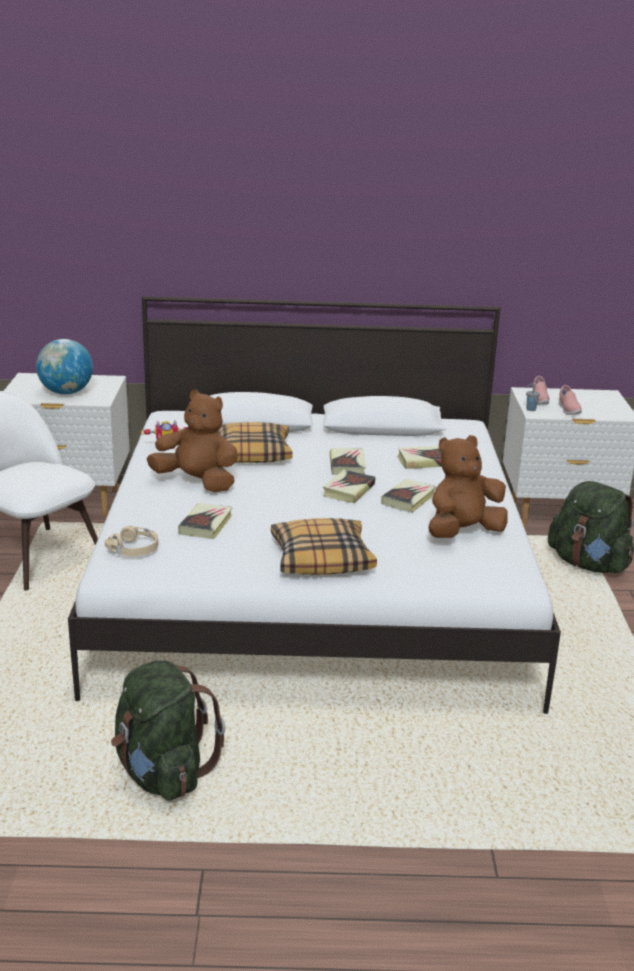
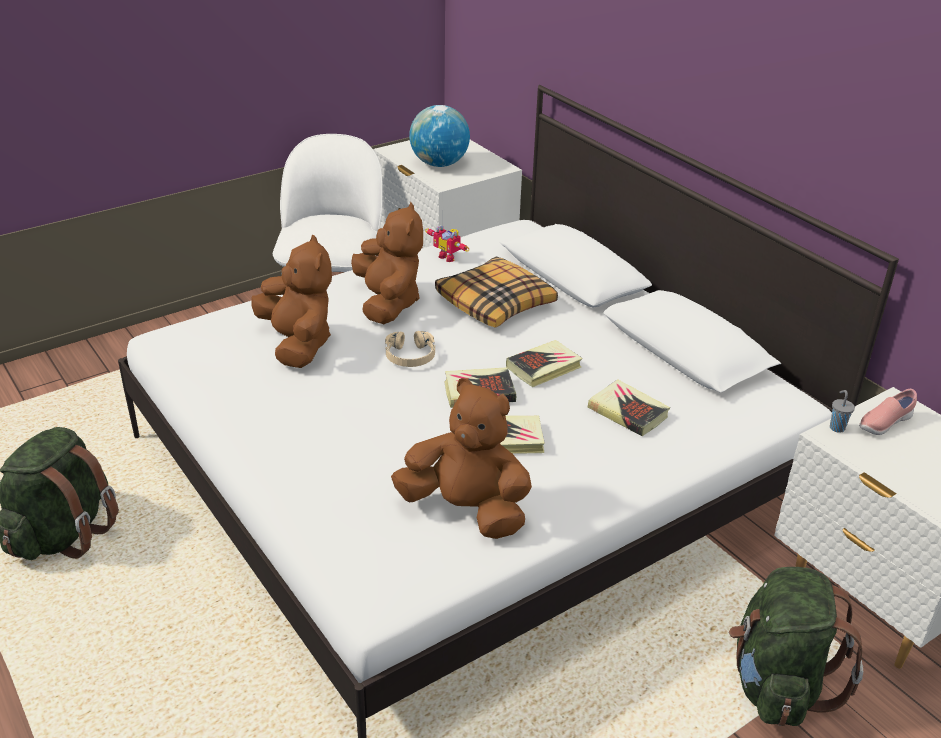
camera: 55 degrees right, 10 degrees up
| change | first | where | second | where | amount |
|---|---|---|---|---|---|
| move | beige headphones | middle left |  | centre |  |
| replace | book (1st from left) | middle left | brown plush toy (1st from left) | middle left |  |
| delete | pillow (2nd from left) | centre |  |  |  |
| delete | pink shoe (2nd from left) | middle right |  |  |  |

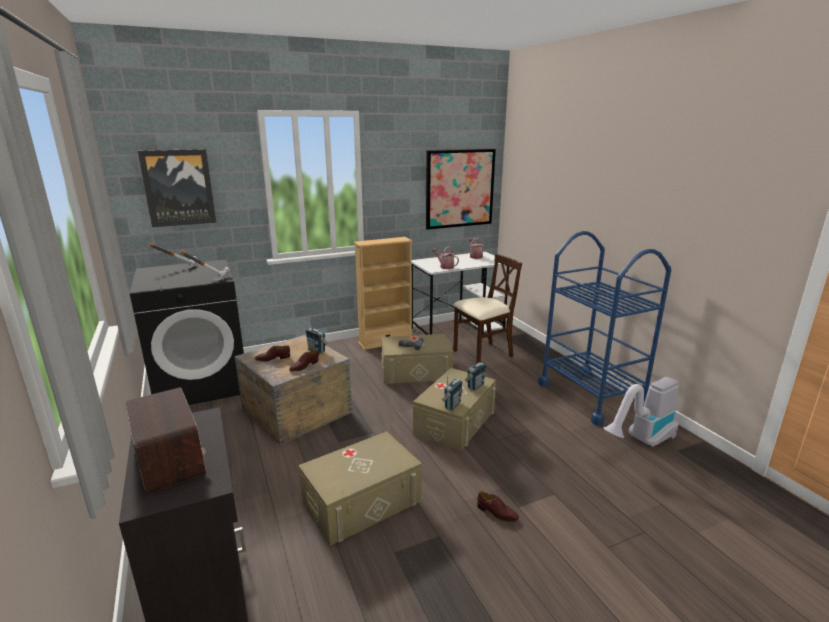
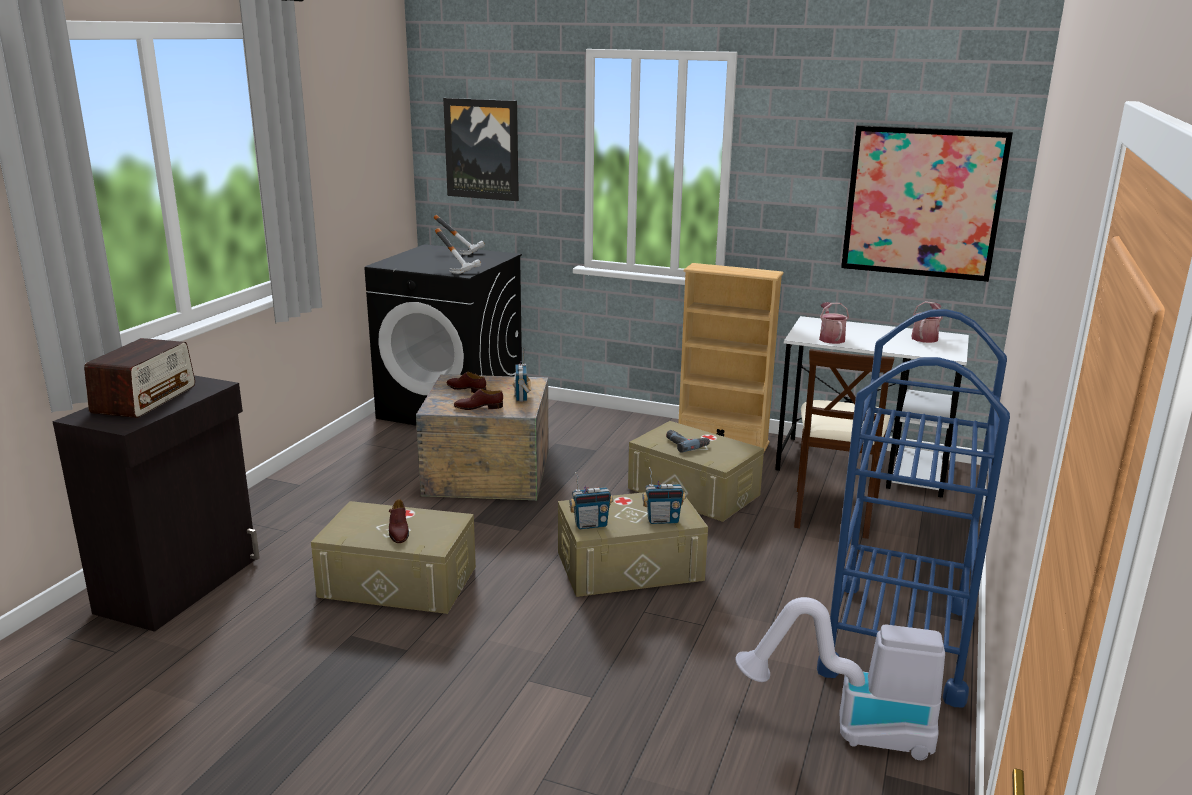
camera: 45 degrees right, 0 degrees up
| change | first | where | second | where | amount |
|---|---|---|---|---|---|
| rotate | beige chair | centre |  | middle right | 90 degrees clockwise |
| move | brown shoe (3rd from left in the first image) | bottom centre | brown shoe (1st from left) | centre |  |

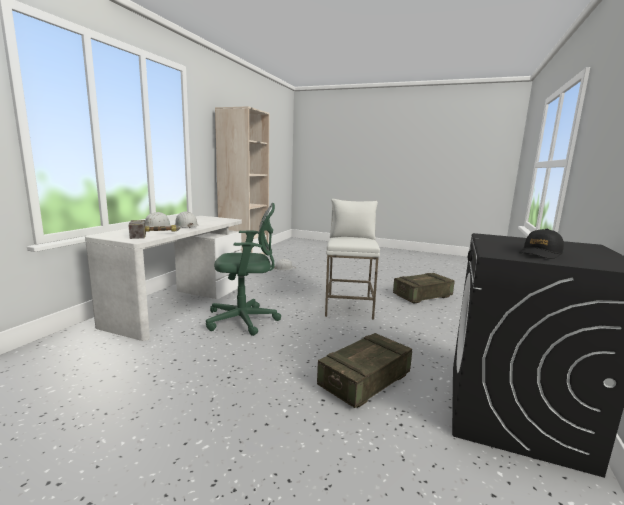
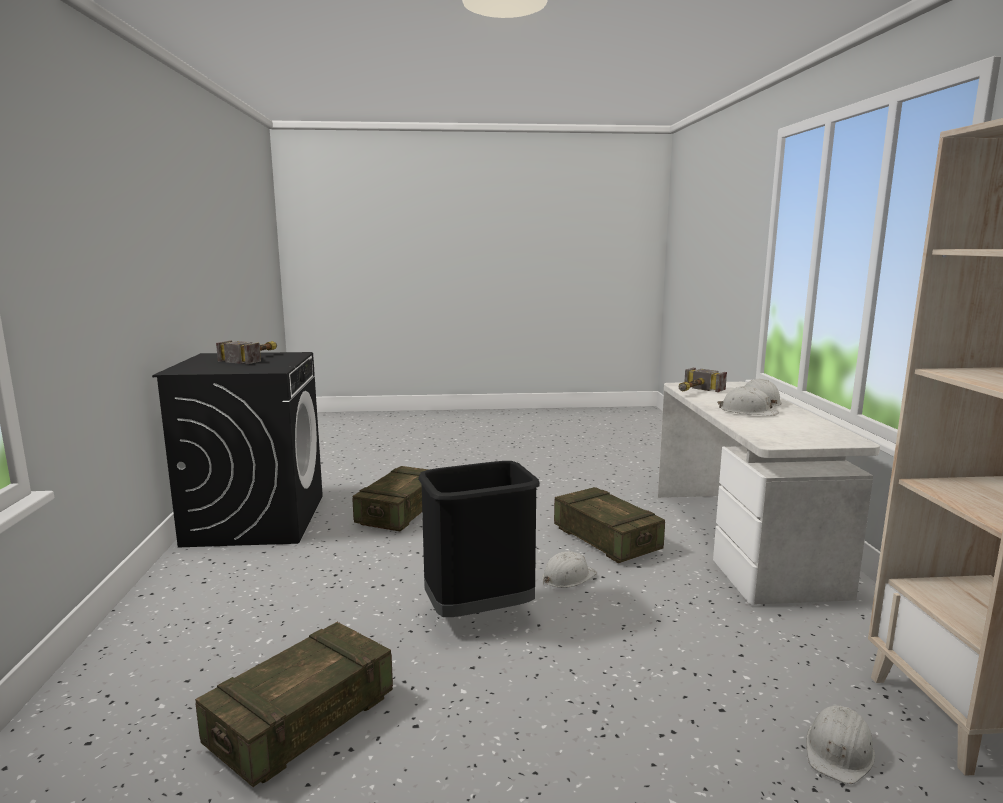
camera: 155 degrees right, 0 degrees up
| change | first | where | second | where | amount |
|---|---|---|---|---|---|
| replace | green office chair | centre | crate (3rd from left) | centre |  |
| replace | white stool | centre | black trash can | bottom centre |  |
| replace | black cap | middle right | hammer (1st from left) | middle left |  |
| insert |  |  | white hard hat (1st from left) | bottom centre |  |

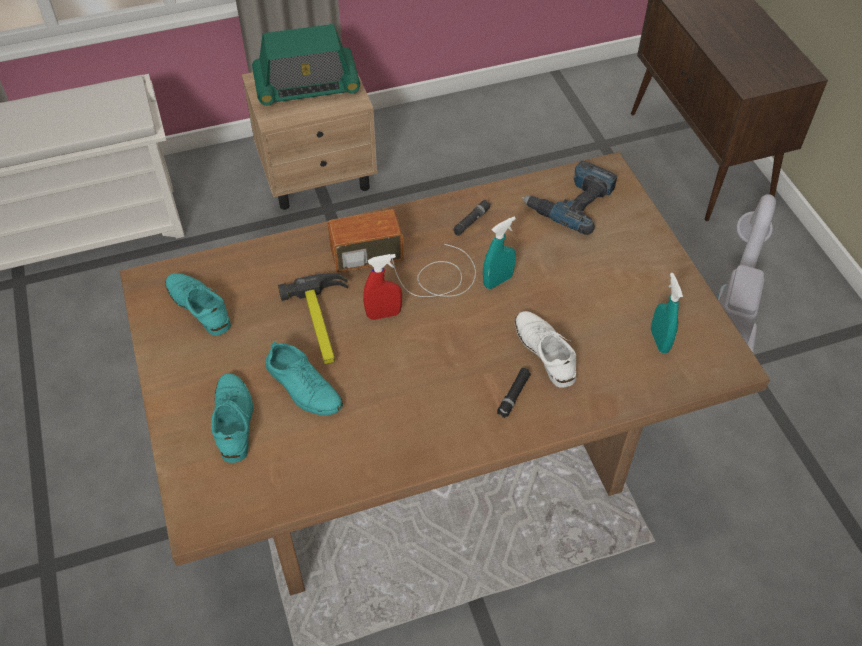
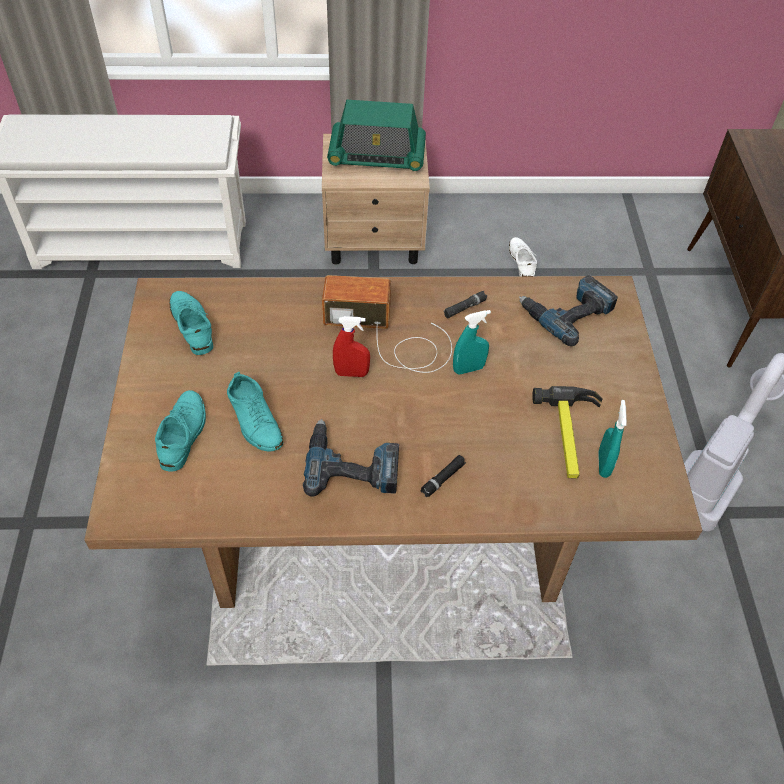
camera: 15 degrees right, 0 degrees up
| change | first | where | second | where | amount |
|---|---|---|---|---|---|
| move | hammer | centre |  | middle right |  |
| move | white shoe | centre |  | top right |  |
| insert |  |  | power drill (1st from left) | centre |  |

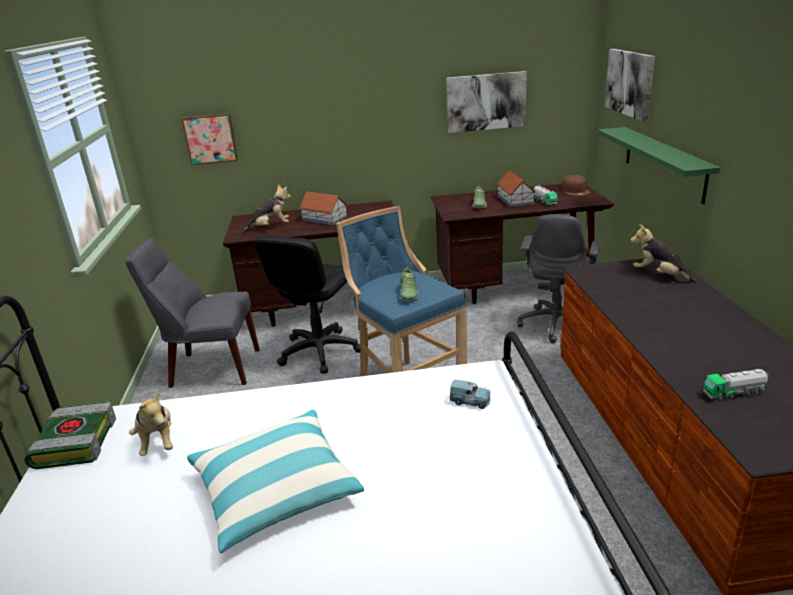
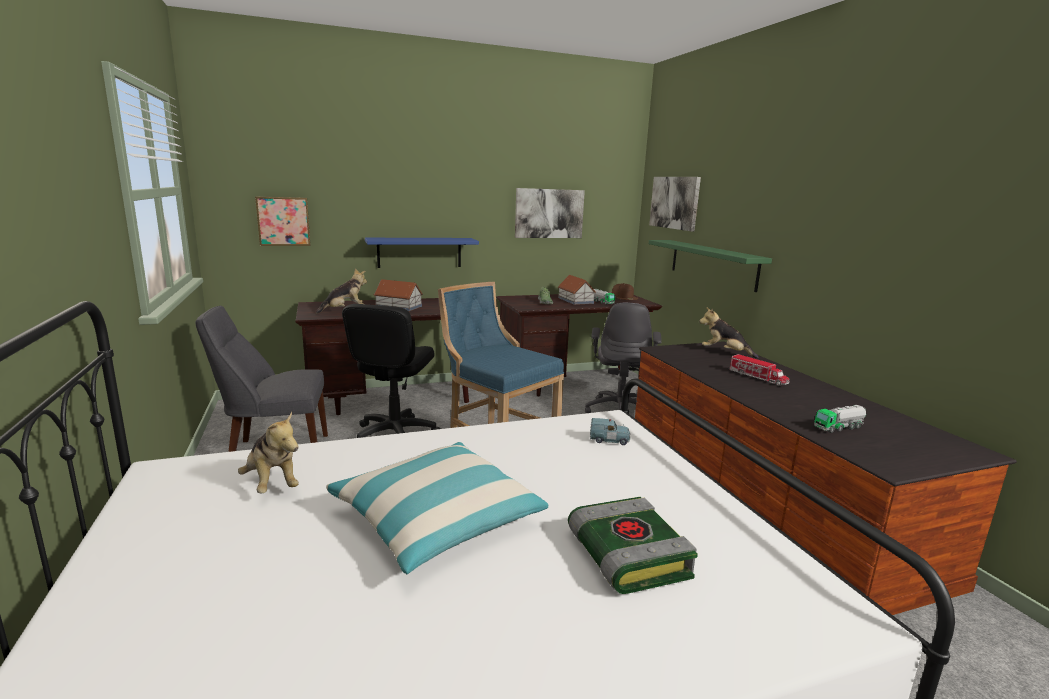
camera: 15 degrees left, 10 degrees down
| change | first | where | second | where | amount |
|---|---|---|---|---|---|
| move | book | bottom left |  | bottom centre |  |
| delete | shoe (1st from left) | centre |  |  |  |
| insert |  |  | blue shelf | centre |  |
| insert |  |  | toy truck (2nd from left) | middle right |  |

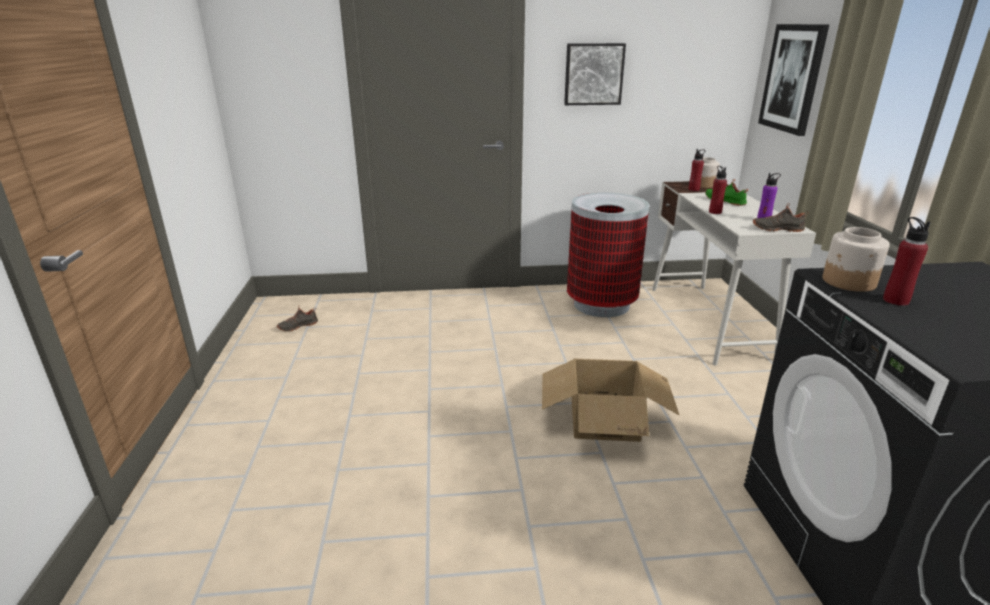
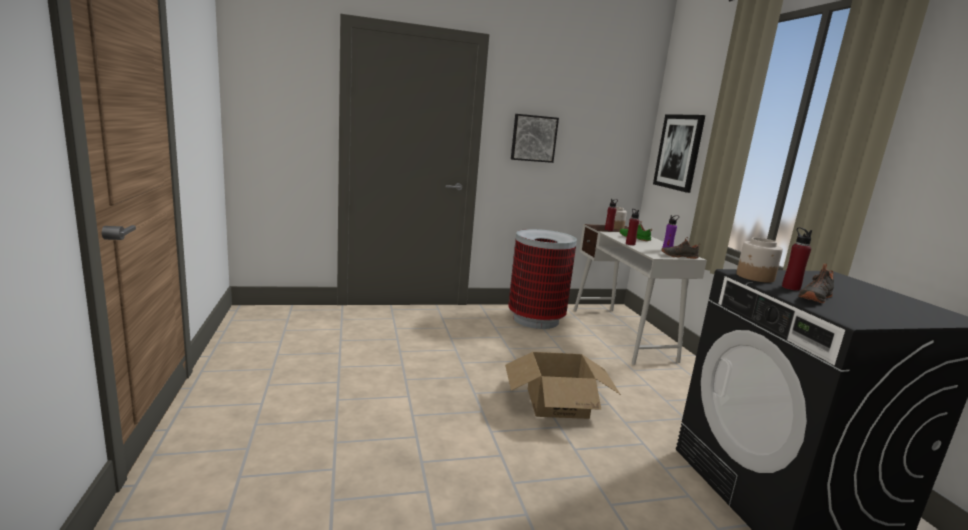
camera: 10 degrees left, 10 degrees down
| change | first | where | second | where | amount |
|---|---|---|---|---|---|
| move | black shoe (1st from left in the first image) | middle left | black shoe (2nd from left) | middle right |  |

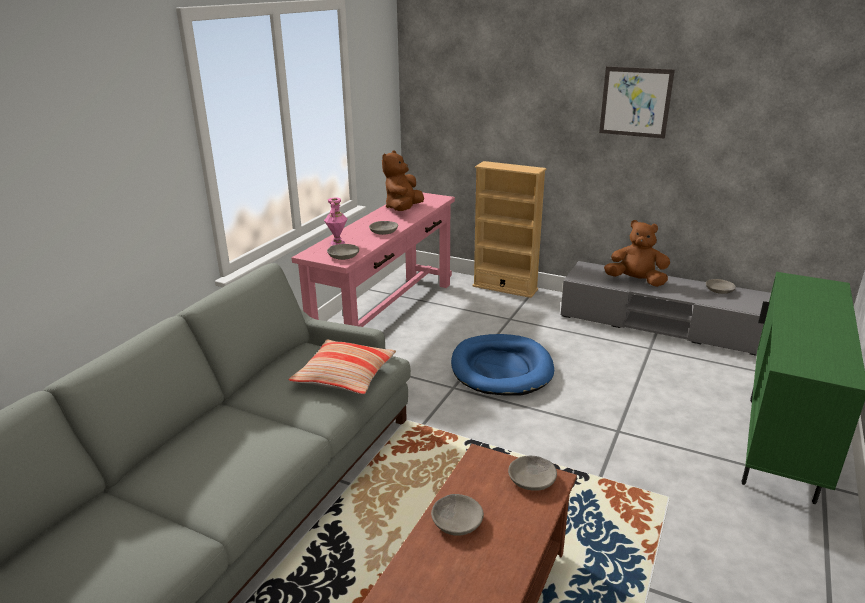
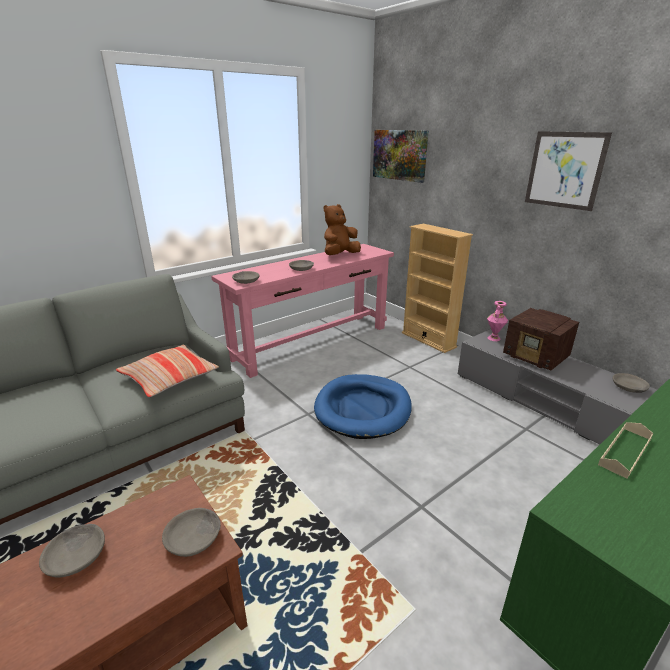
camera: 25 degrees right, 0 degrees up
| change | first | where | second | where | amount |
|---|---|---|---|---|---|
| move | pink vase | centre |  | middle right |  |
| replace | brown plush toy (2nd from left) | middle right | radio | middle right |  |
| insert |  |  | picture (1st from left) | top centre |  |
| insert |  |  | beige tray | bottom right |  |

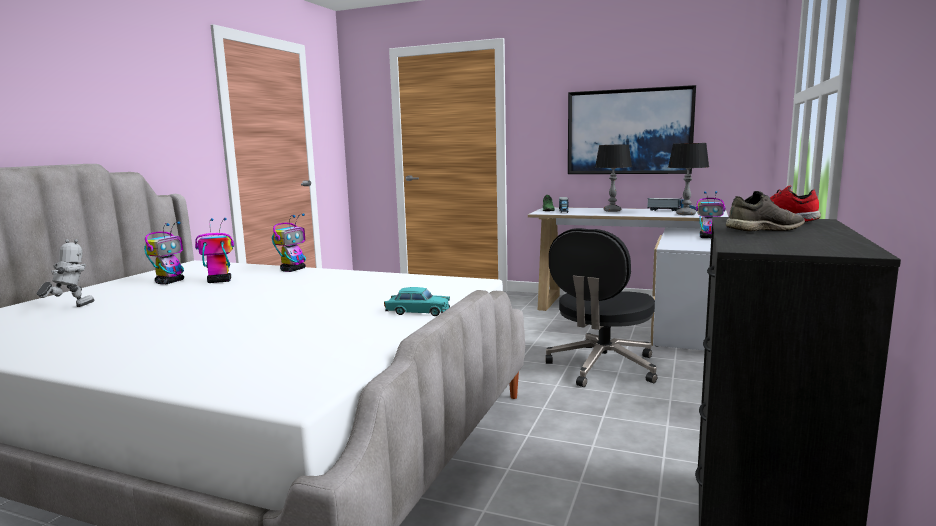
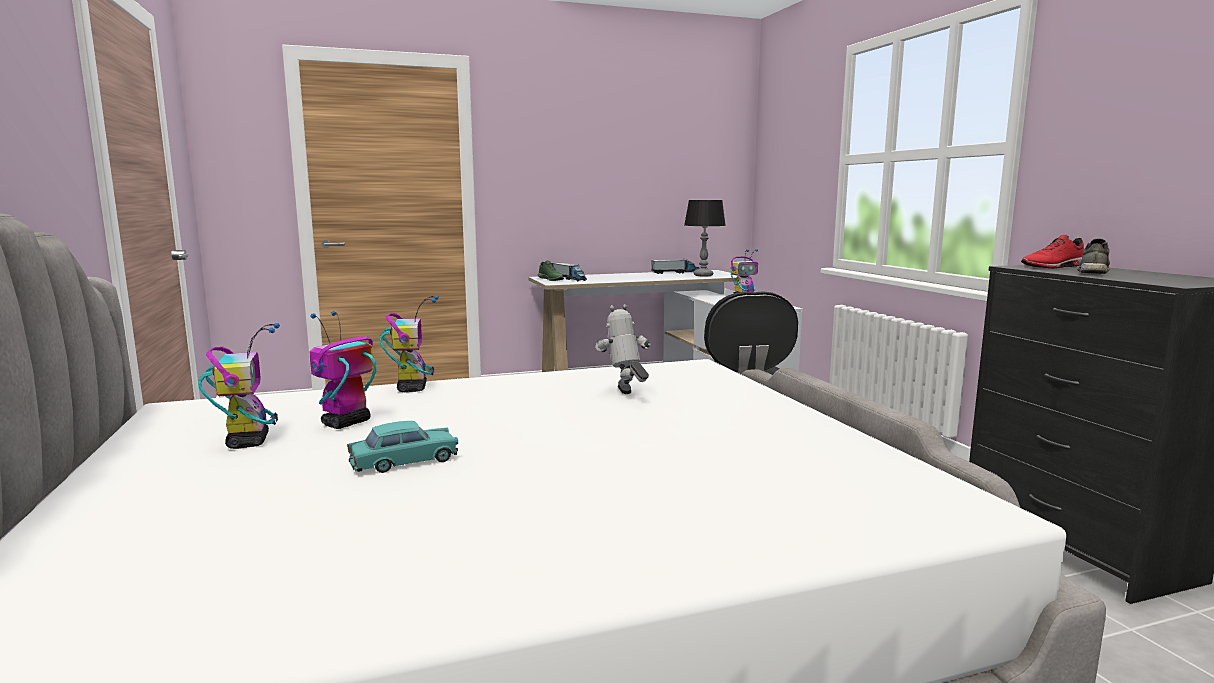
camera: 40 degrees left, 0 degrees up
| change | first | where | second | where | amount |
|---|---|---|---|---|---|
| move | toy robot (1st from left in the first image) | middle left | toy robot (4th from left) | centre |  |
| move | turquoise toy car | centre |  | middle left |  |
| delete | picture | top right |  |  |  |
| delete | table lamp (1st from left) | centre |  |  |  |

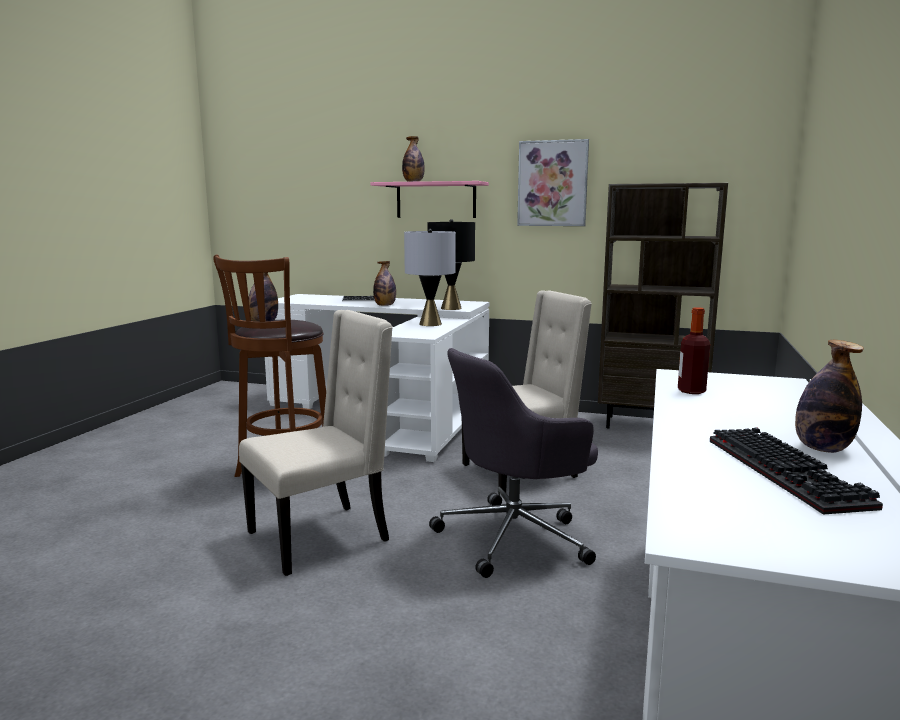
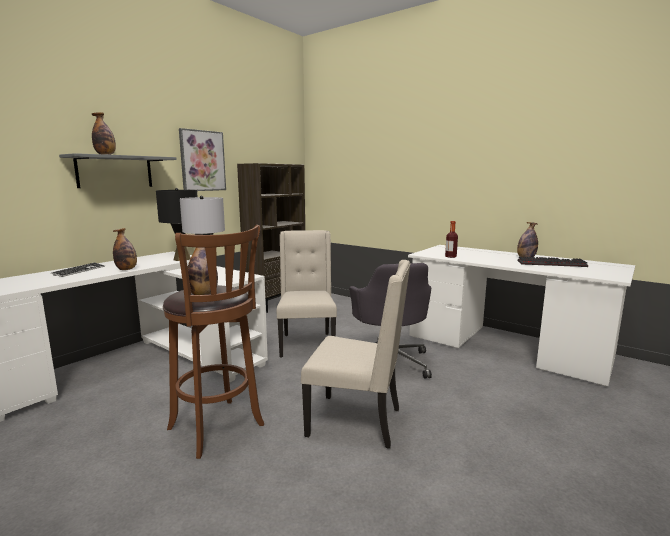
camera: 70 degrees left, 0 degrees up
| change | first | where | second | where | amount |
|---|---|---|---|---|---|
| rotate | beige chair (1st from left in the first image) | centre | beige chair (2nd from left) | centre | 120 degrees clockwise |
| recolor | pink shelf | top centre | grey shelf | top left |  |

